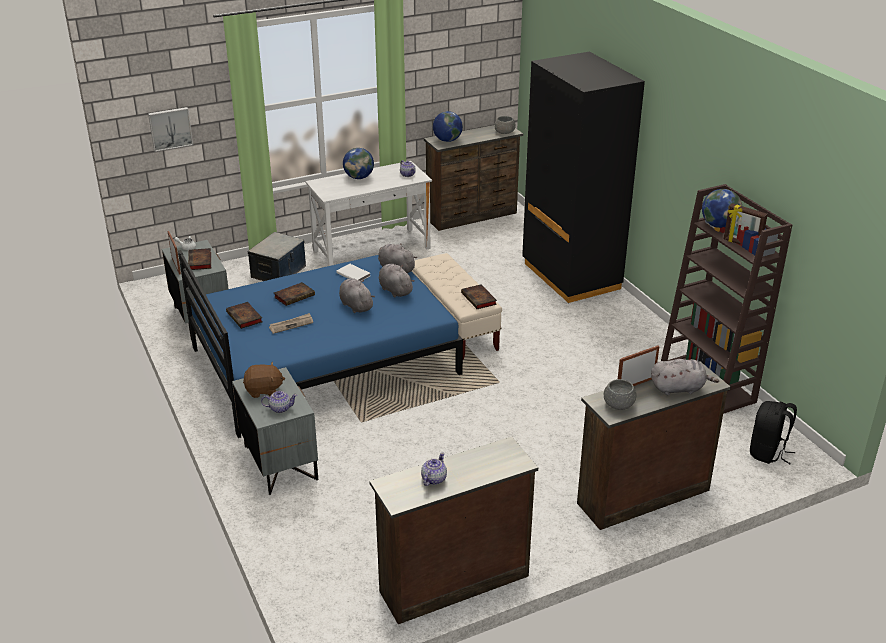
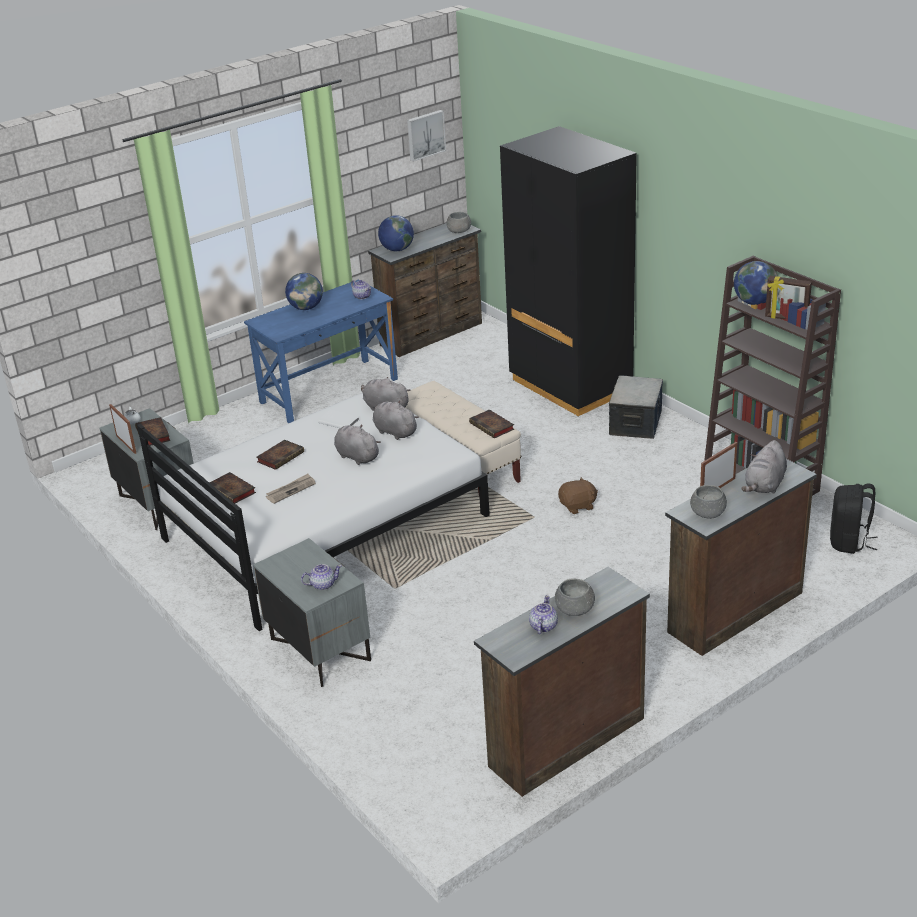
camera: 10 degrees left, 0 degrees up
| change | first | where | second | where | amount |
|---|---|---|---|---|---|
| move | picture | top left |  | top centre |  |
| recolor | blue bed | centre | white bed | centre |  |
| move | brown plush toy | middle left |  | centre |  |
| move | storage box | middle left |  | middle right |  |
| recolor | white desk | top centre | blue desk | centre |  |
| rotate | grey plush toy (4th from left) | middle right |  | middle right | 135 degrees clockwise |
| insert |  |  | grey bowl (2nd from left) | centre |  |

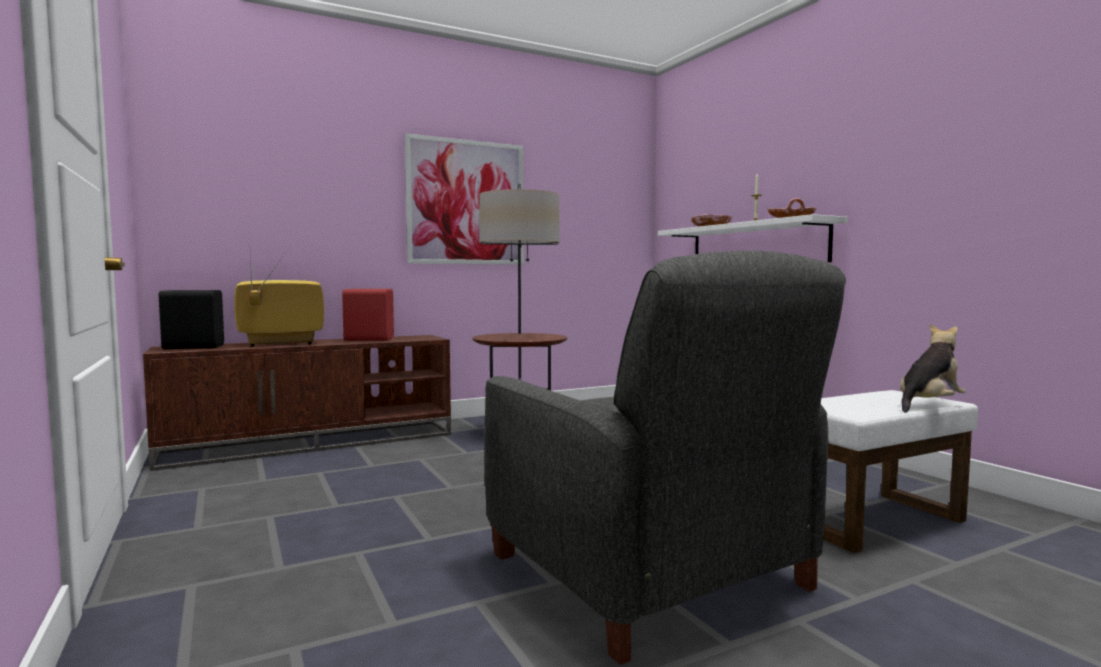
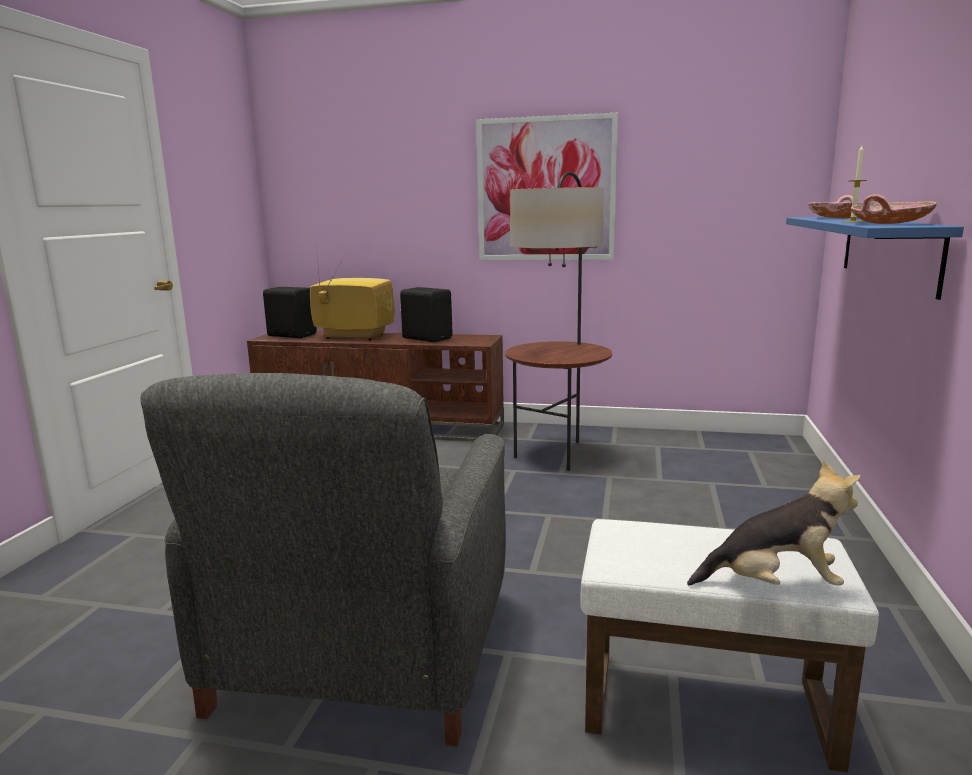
camera: 40 degrees right, 10 degrees up
| change | first | where | second | where | amount |
|---|---|---|---|---|---|
| recolor | red speaker | centre | black speaker (2nd from left) | centre |  |
| recolor | white shelf | middle right | blue shelf | top right |  |

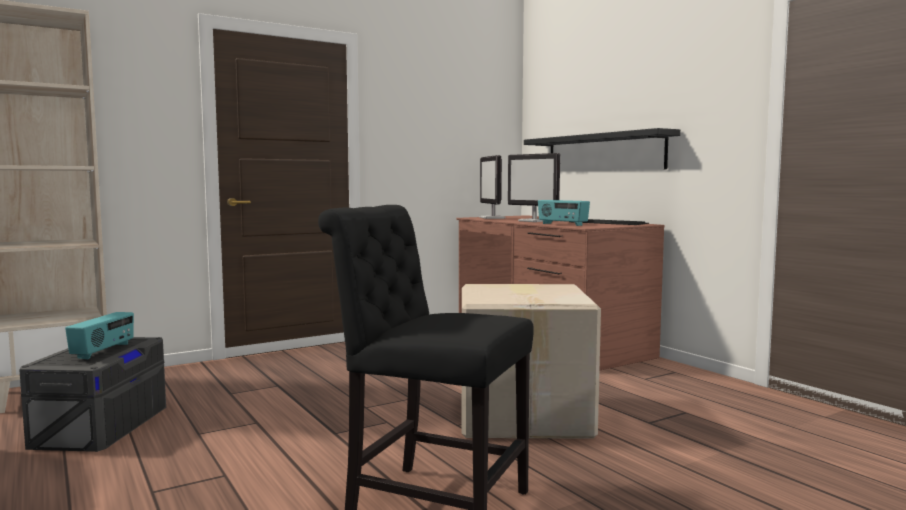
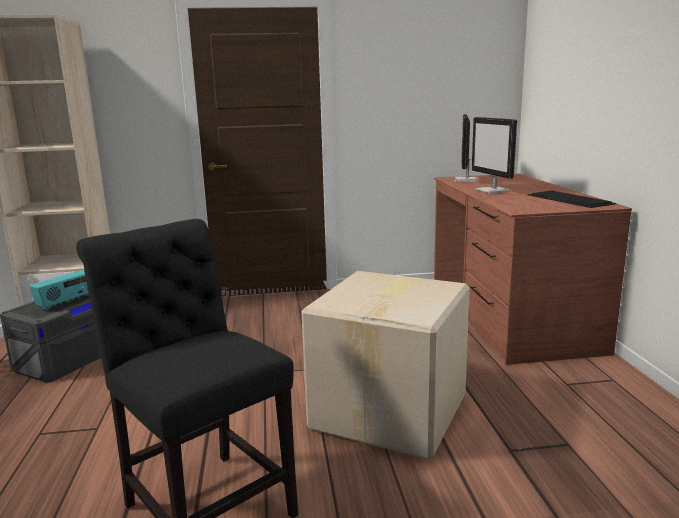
camera: 25 degrees right, 10 degrees up
| change | first | where | second | where | amount |
|---|---|---|---|---|---|
| delete | black shelf | top centre |  |  |  |
| delete | radio (2nd from left) | centre |  |  |  |

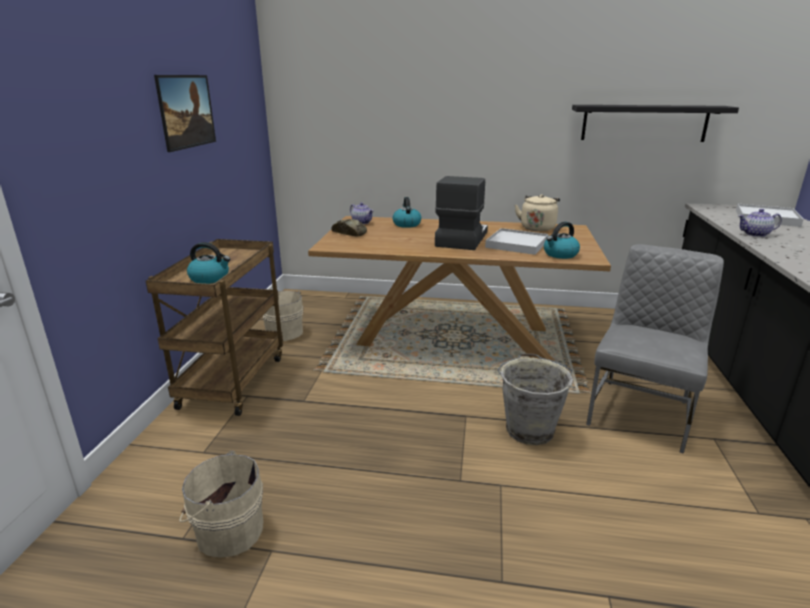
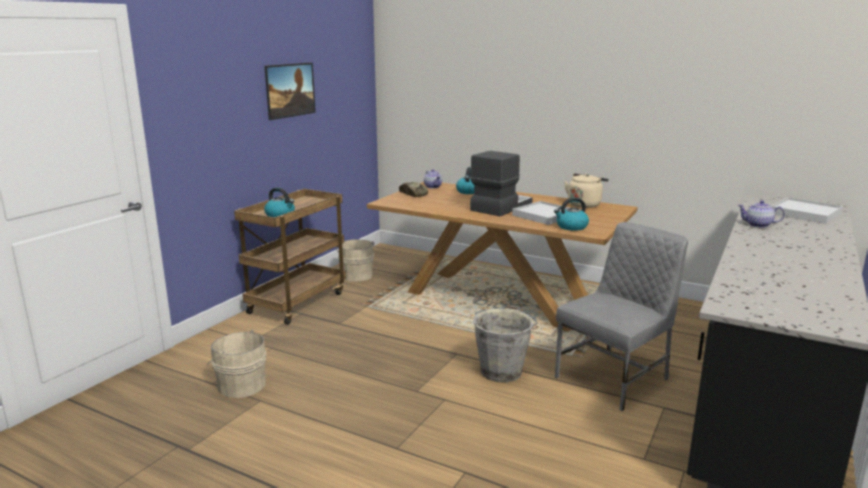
camera: 20 degrees right, 5 degrees down
| change | first | where | second | where | amount |
|---|---|---|---|---|---|
| delete | black shelf | top right |  |  |  |

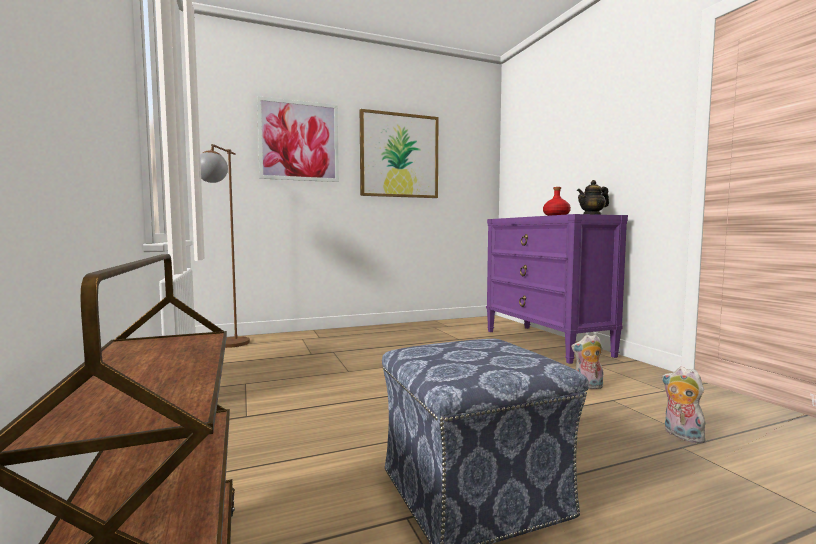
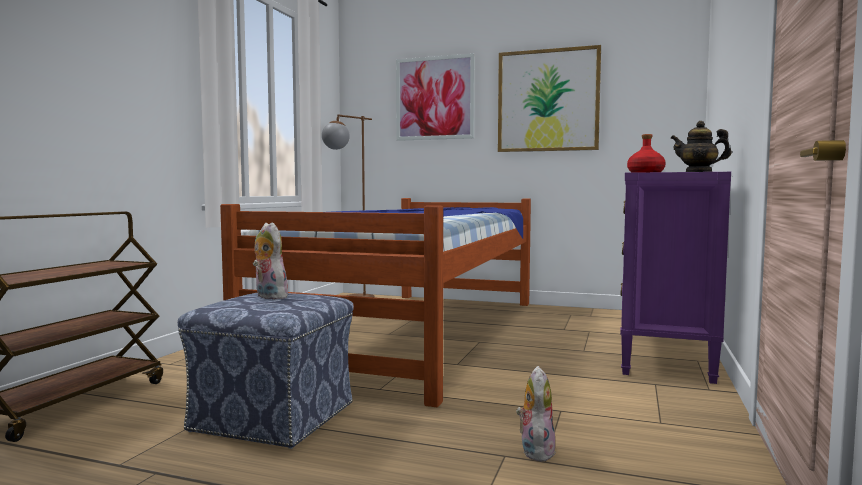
camera: 40 degrees right, 0 degrees up
| change | first | where | second | where | amount |
|---|---|---|---|---|---|
| move | plush toy (1st from left) | middle right |  | middle left |  |
| insert |  |  | bed | centre |  |

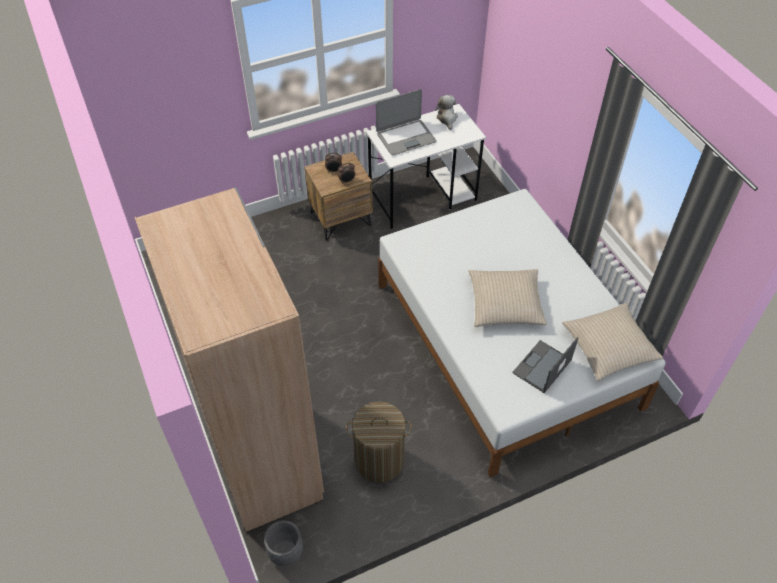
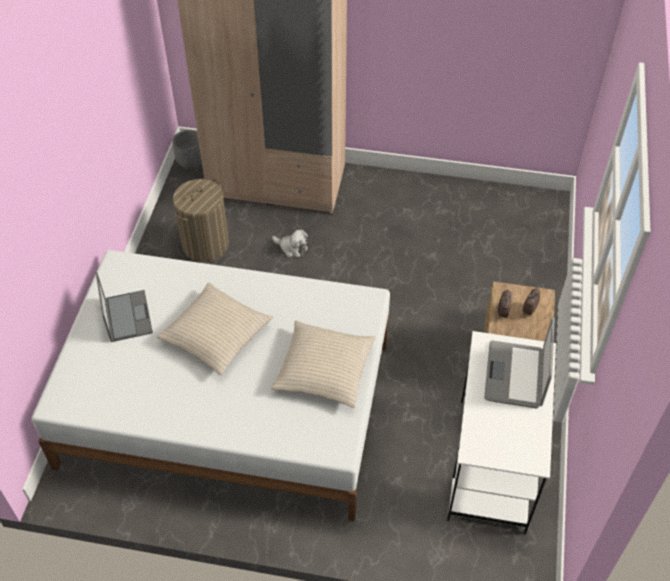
camera: 125 degrees right, 0 degrees up
| change | first | where | second | where | amount |
|---|---|---|---|---|---|
| move | plush toy | top centre |  | centre |  |
| move | beige pillow (2nd from left) | middle right |  | centre |  |

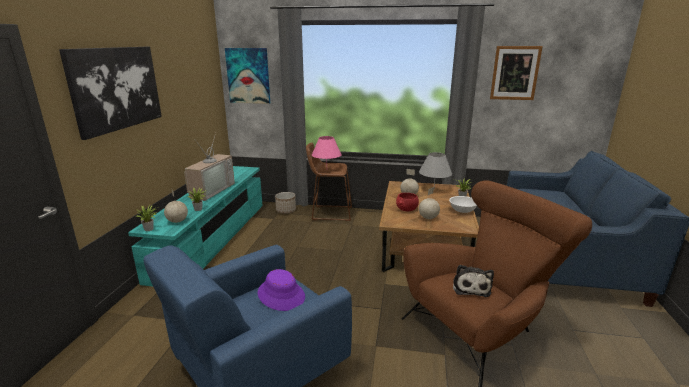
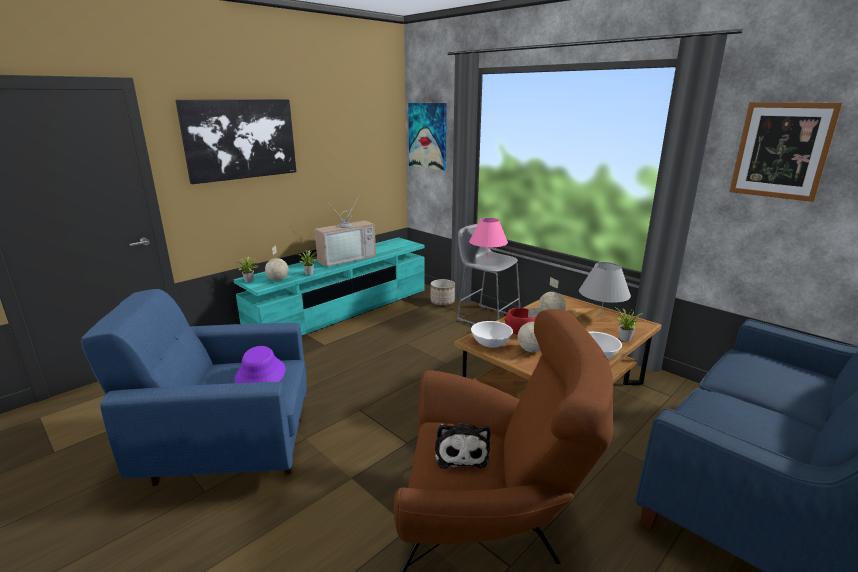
camera: 35 degrees right, 0 degrees up
| change | first | where | second | where | amount |
|---|---|---|---|---|---|
| recolor | brown stool | centre | grey stool | centre |  |
| rotate | plush toy | bottom right |  | bottom centre | 45 degrees counterclockwise |
| insert |  |  | white bowl (1st from left) | centre |  |

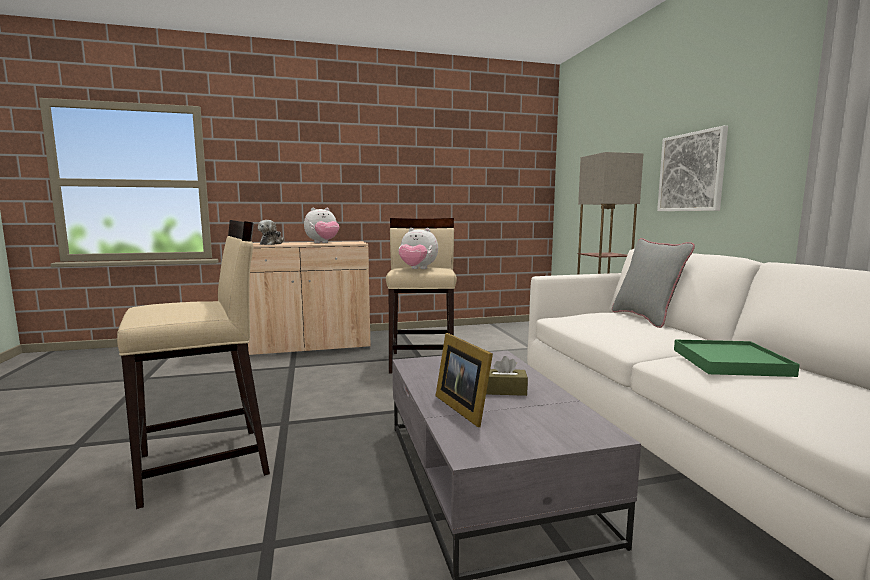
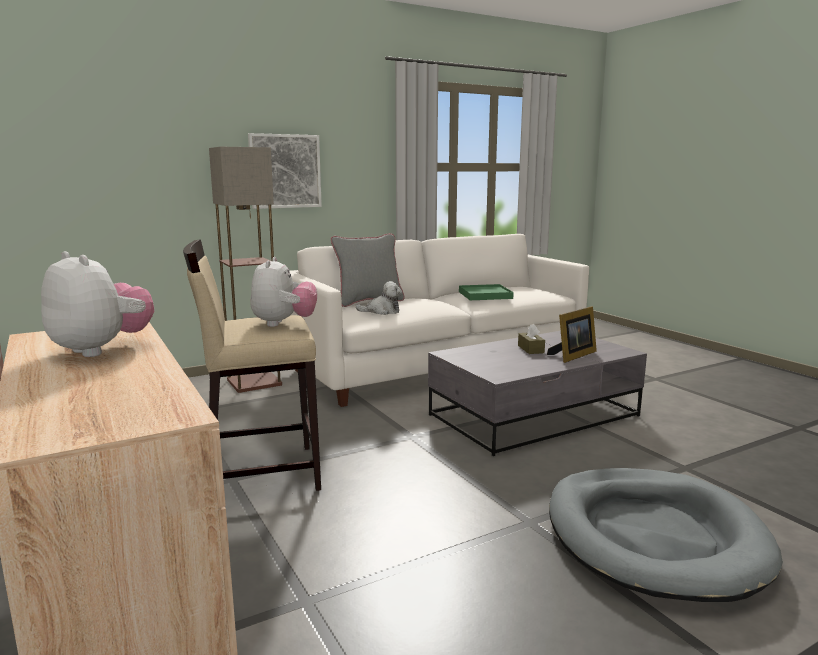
camera: 105 degrees left, 5 degrees up
| change | first | where | second | where | amount |
|---|---|---|---|---|---|
| replace | beige stool (1st from left) | middle left | grey dog bed | bottom right |  |
| move | plush toy (1st from left in the first image) | middle left | plush toy (3rd from left) | centre |  |

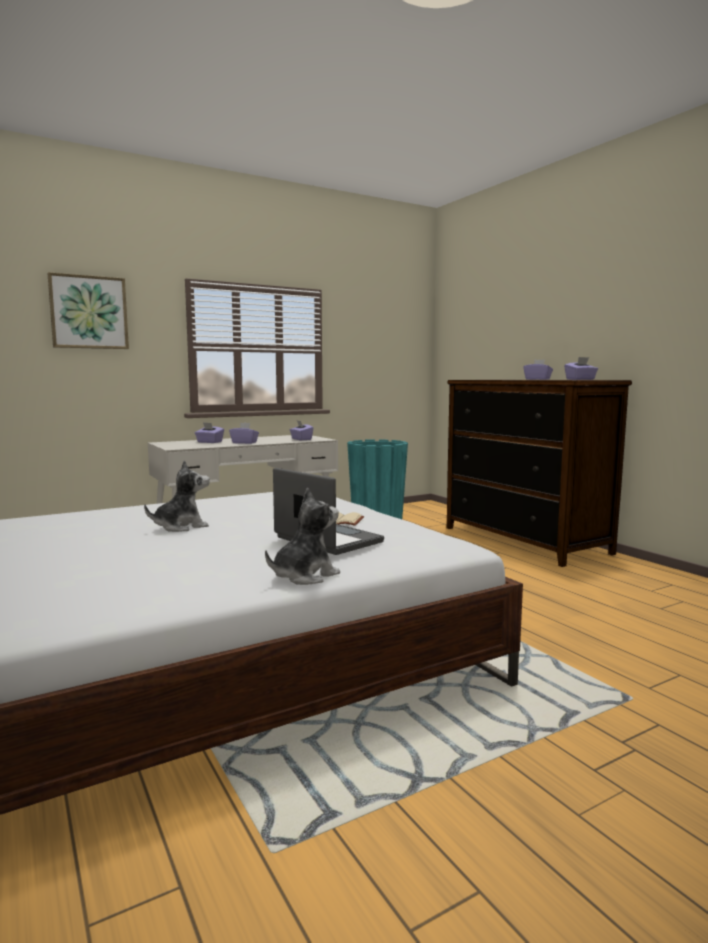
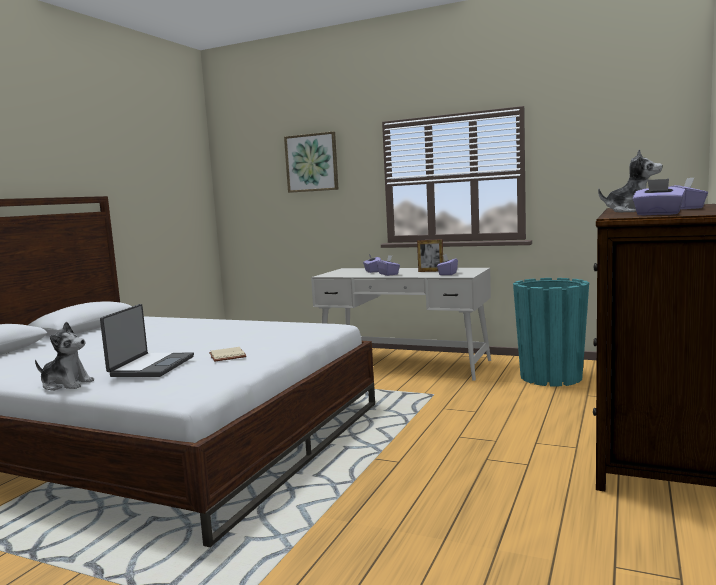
camera: 55 degrees right, 0 degrees up
| change | first | where | second | where | amount |
|---|---|---|---|---|---|
| move | plush toy (1st from left in the first image) | middle left | plush toy (2nd from left) | top right |  |
| insert |  |  | picture frame | centre |  |

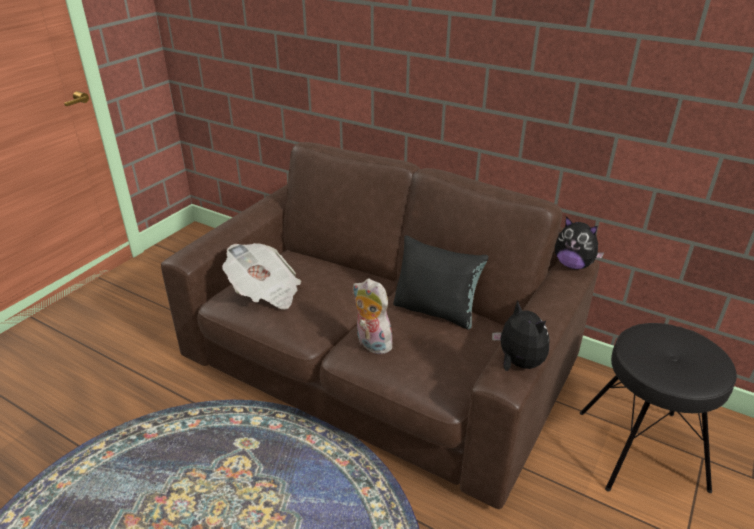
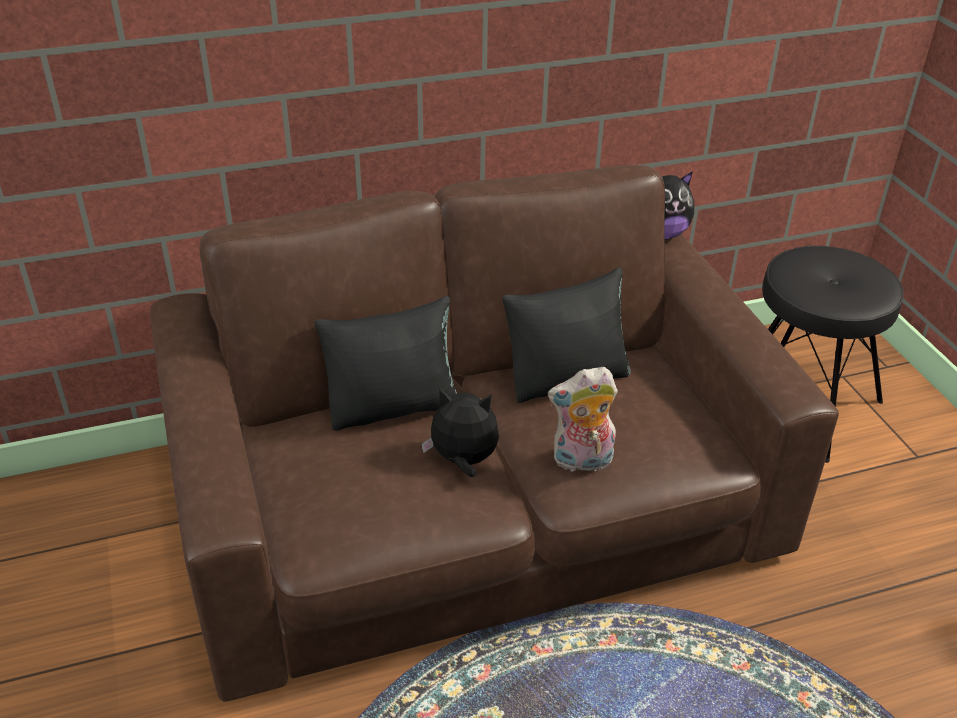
camera: 50 degrees left, 5 degrees up
| change | first | where | second | where | amount |
|---|---|---|---|---|---|
| delete | newspaper | centre |  |  |  |
| move | plush toy (2nd from left in the first image) | middle right | plush toy (1st from left) | centre |  |
| insert |  |  | black pillow (1st from left) | centre |  |

